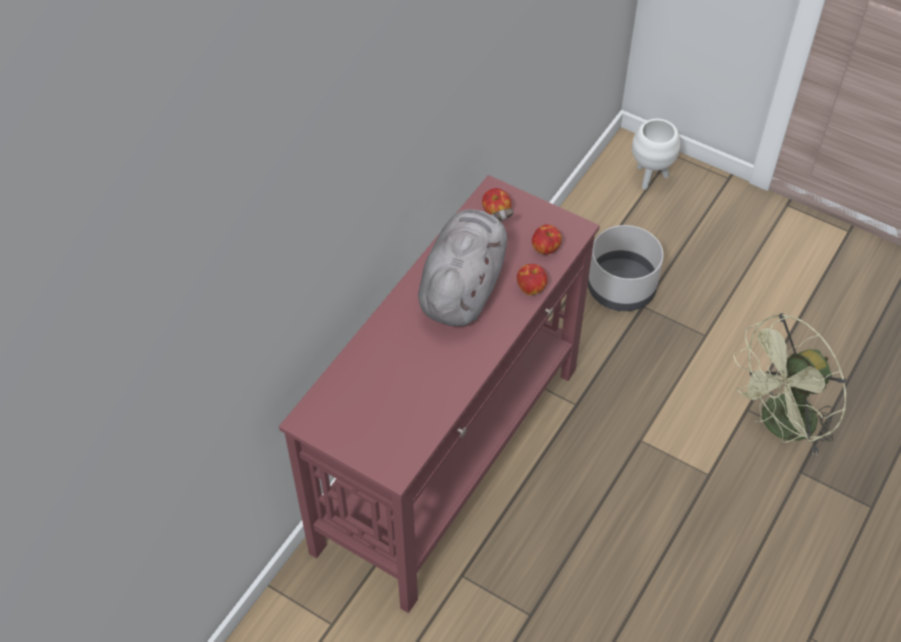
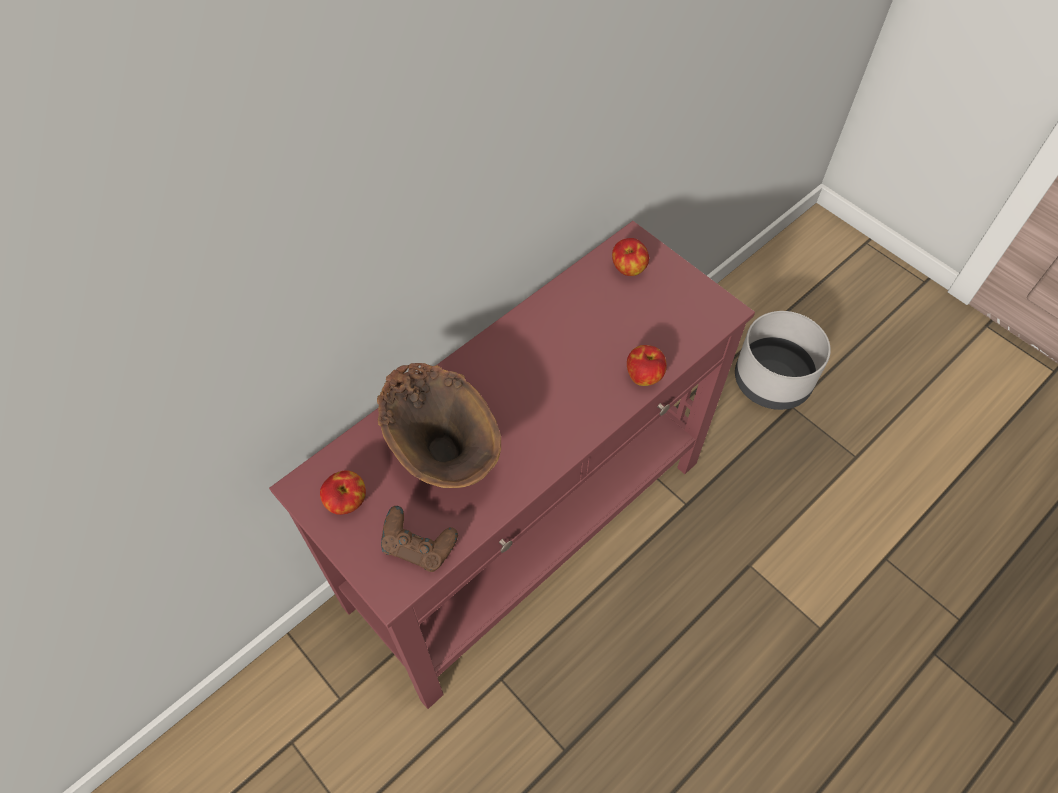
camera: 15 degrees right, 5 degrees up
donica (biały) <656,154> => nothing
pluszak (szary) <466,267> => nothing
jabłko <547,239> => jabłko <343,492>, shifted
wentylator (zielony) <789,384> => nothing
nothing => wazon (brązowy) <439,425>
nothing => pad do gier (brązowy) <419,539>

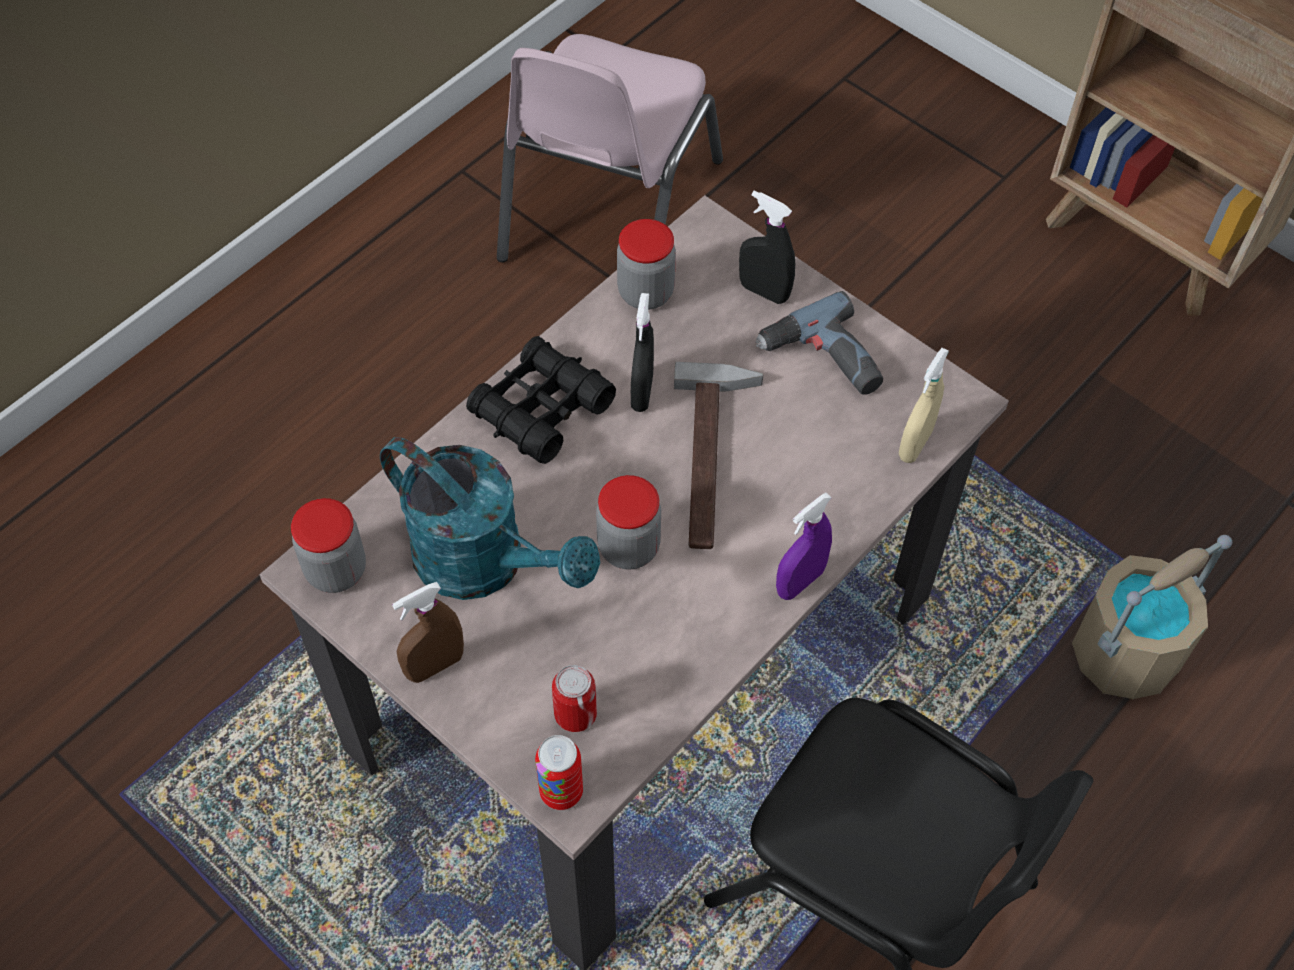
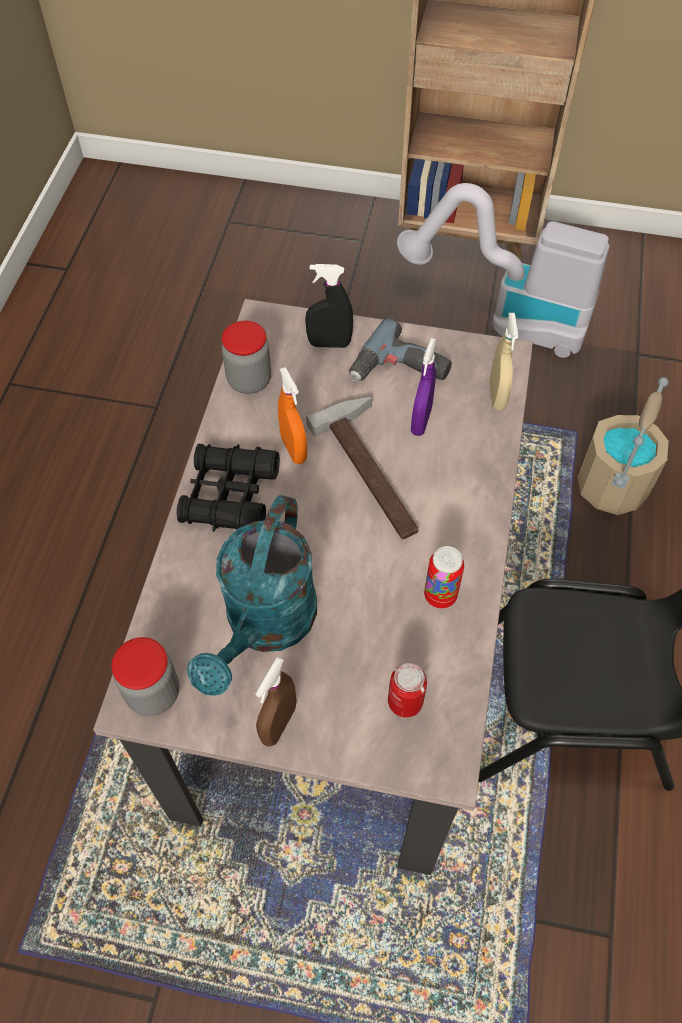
camera: 30 degrees left, 0 degrees up
krzesło (różowy) <610,148> => nothing
spryskiwacz (czarny) <642,352> => spryskiwacz (pomarańczowy) <292,415>
konewka (turkusowy) <490,518> => konewka (turkusowy) <252,595>, 105 degrees clockwise
słoik <628,522> => nothing
spryskiwacz (fioletowy) <804,546> => spryskiwacz (fioletowy) <424,387>, shifted
puszka <559,772> => puszka <444,577>, shifted
nothing => odkurzacz <503,270>

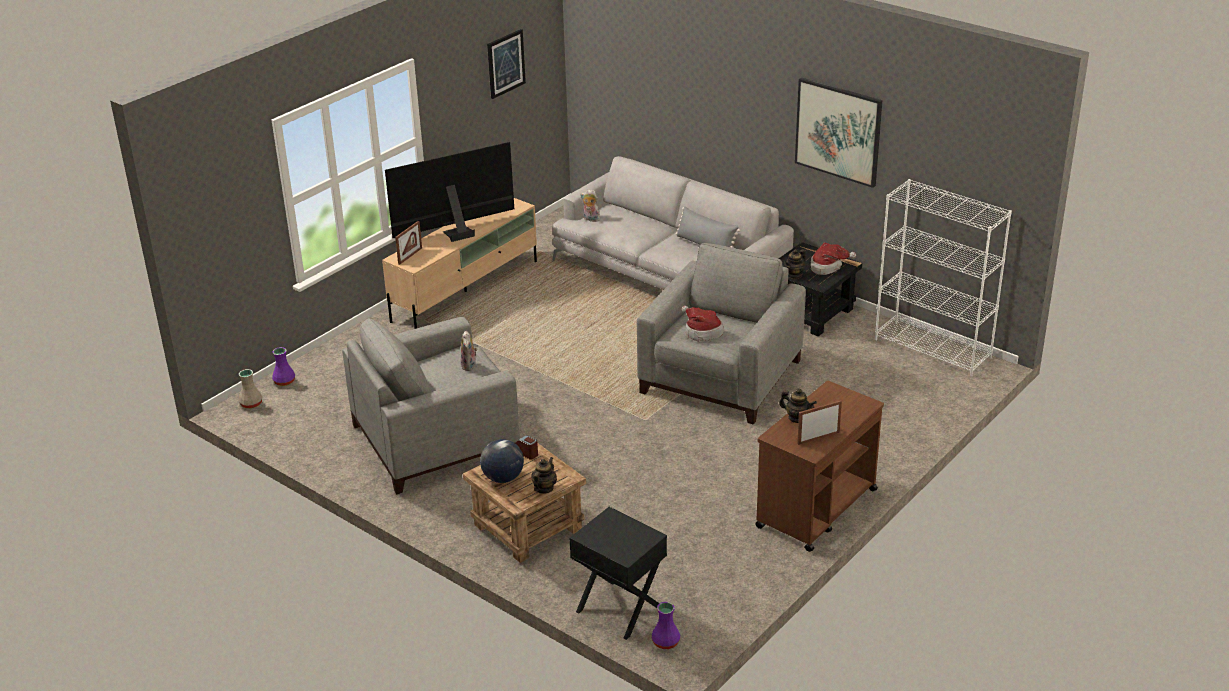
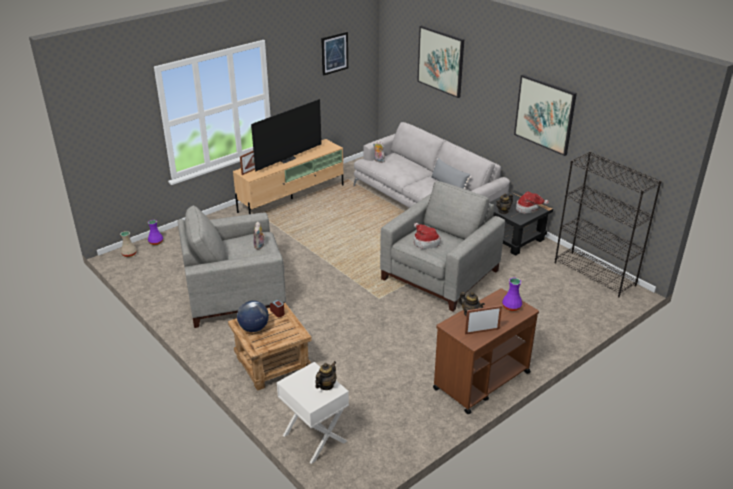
camera: 10 degrees right, 0 degrees up
telewizor <449,192> => telewizor <286,135>, 150 degrees clockwise
regał (biały) <943,278> => regał (czarny) <608,224>
imbryk <544,475> => imbryk <325,375>, shifted
szafka nocna (czarny) <618,573> => szafka nocna (biały) <313,413>
wazon (fioletowy) <666,625> => wazon (fioletowy) <512,294>, shifted
nothing => obraz <440,61>

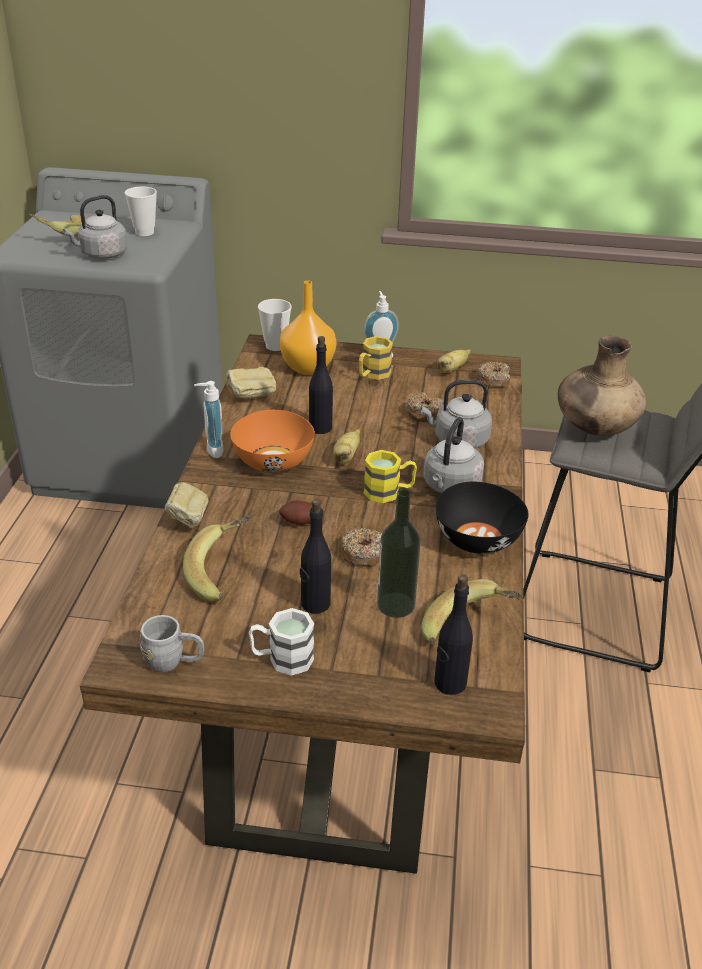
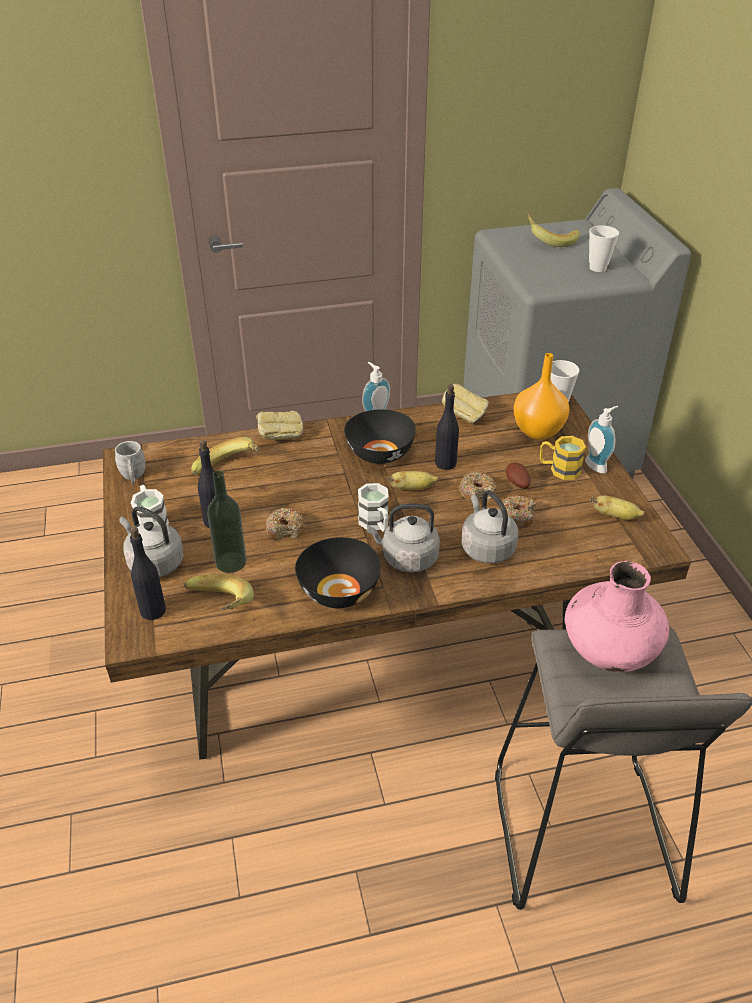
camera: 70 degrees right, 5 degrees up
czajnik (szary) <95,227> => czajnik (szary) <151,541>, shifted
wazon (brązowy) <602,386> => wazon (różowy) <617,616>
donut <492,374> => donut <477,487>, shifted
miska (pomarańczowy) <272,441> => miska (czarny) <380,436>
kubek (żółty) <390,476> => kubek (biały) <373,507>
ziemniak <301,512> => ziemniak <518,475>, shifted

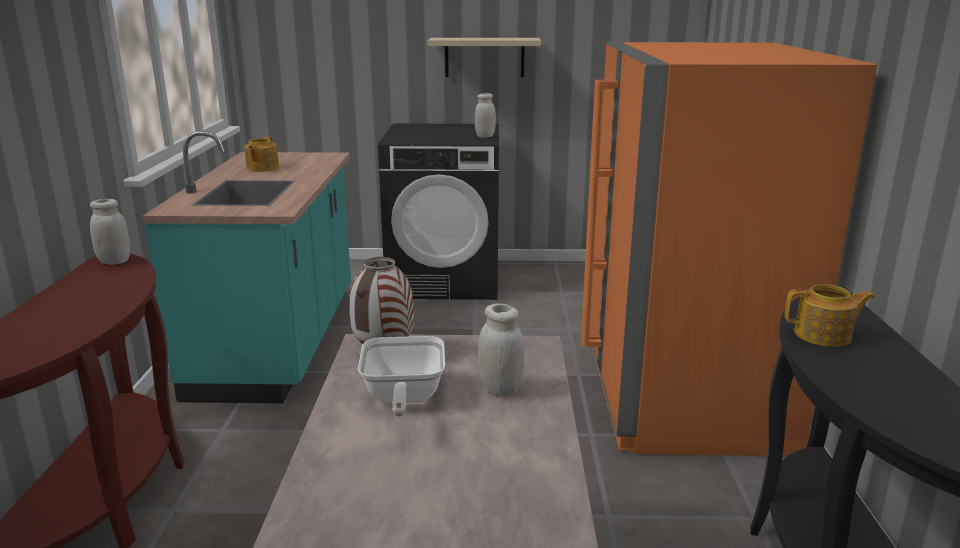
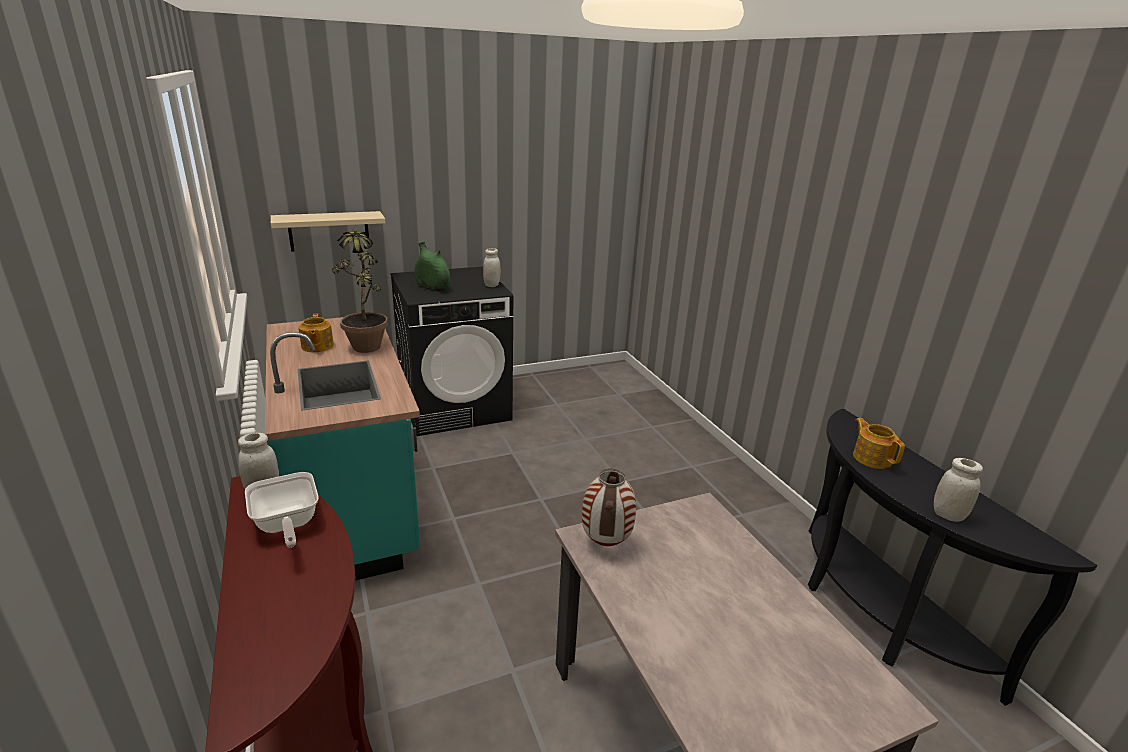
camera: 25 degrees left, 5 degrees up
półka (beżowy) <484,57> => półka (beżowy) <328,231>, shifted
lodówka (pomarańczowy) <729,249> => nothing
imbryk <830,315> => imbryk <879,443>, 90 degrees counterclockwise
słoik (biały) <501,350> => słoik (biały) <958,490>, shifted
patelnia <401,376> => patelnia <282,510>, shifted
nothing => roślina doniczkowa <360,290>
nothing => wazon (zielony) <432,267>

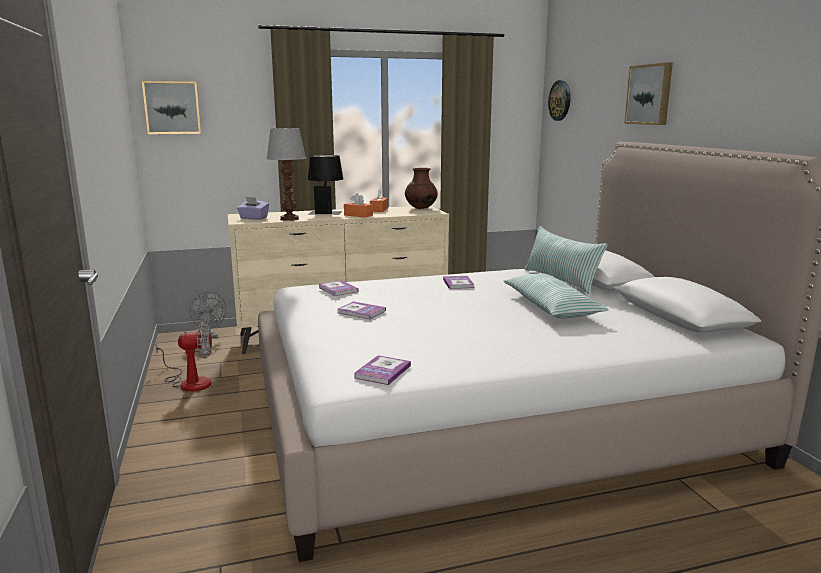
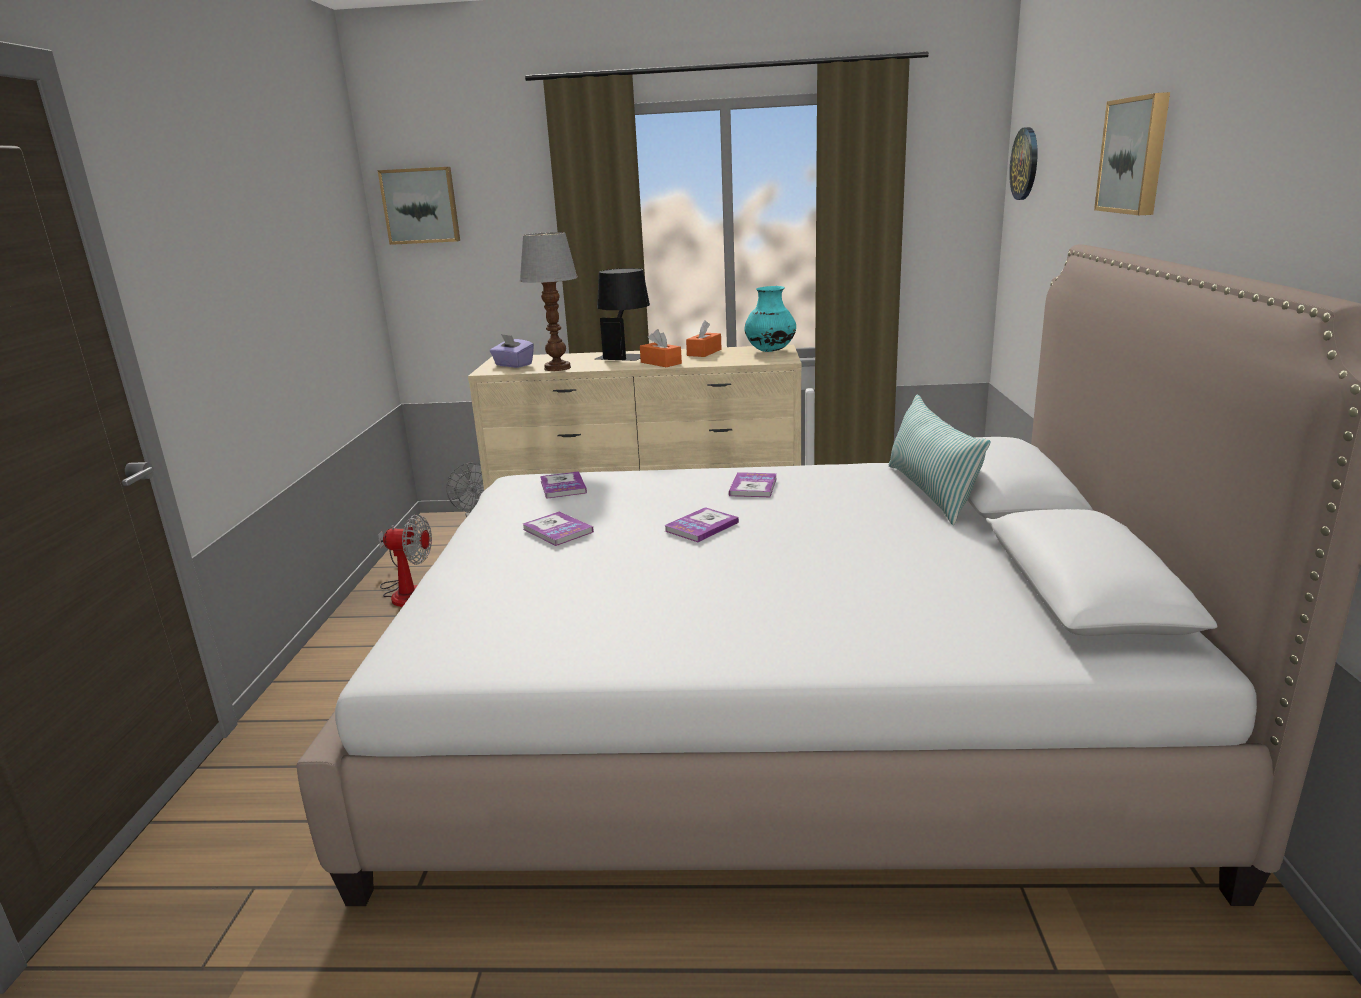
camera: 20 degrees right, 5 degrees up
wazon (brązowy) <421,188> => wazon (turkusowy) <770,319>
poduszka <556,296> => nothing
książka <383,370> => książka <701,524>, shifted

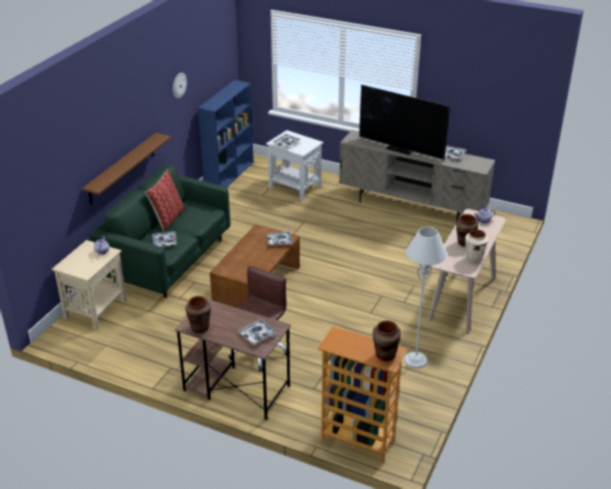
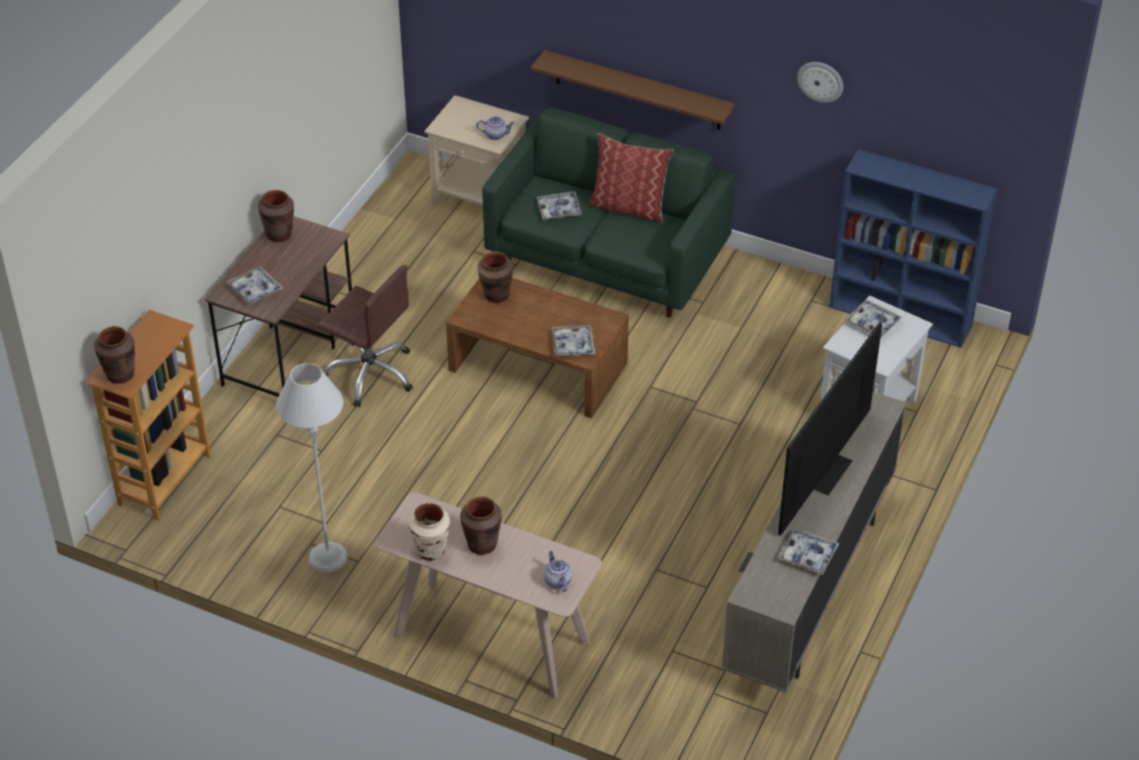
camera: 90 degrees right, 10 degrees up
nothing => wazon (brązowy) <495,277>

